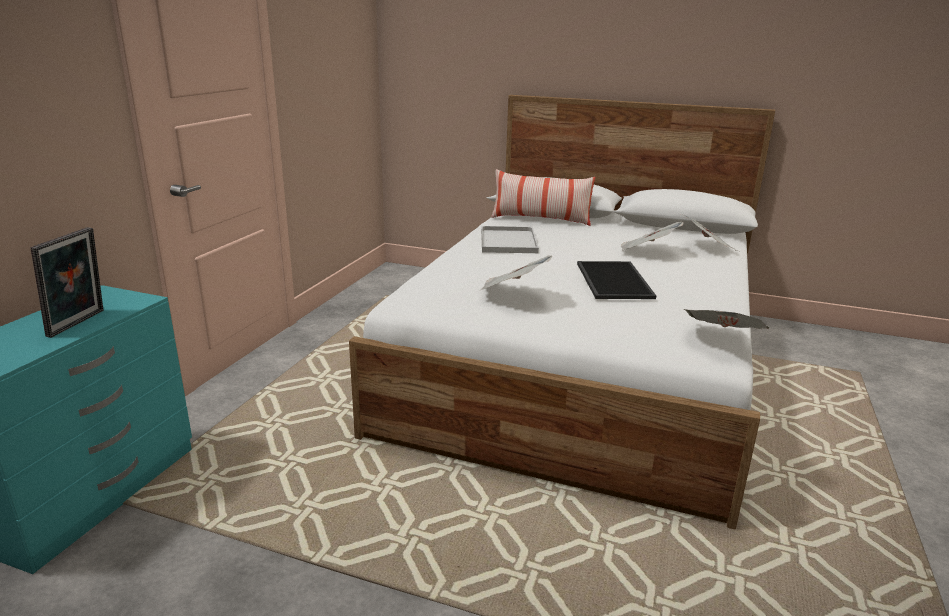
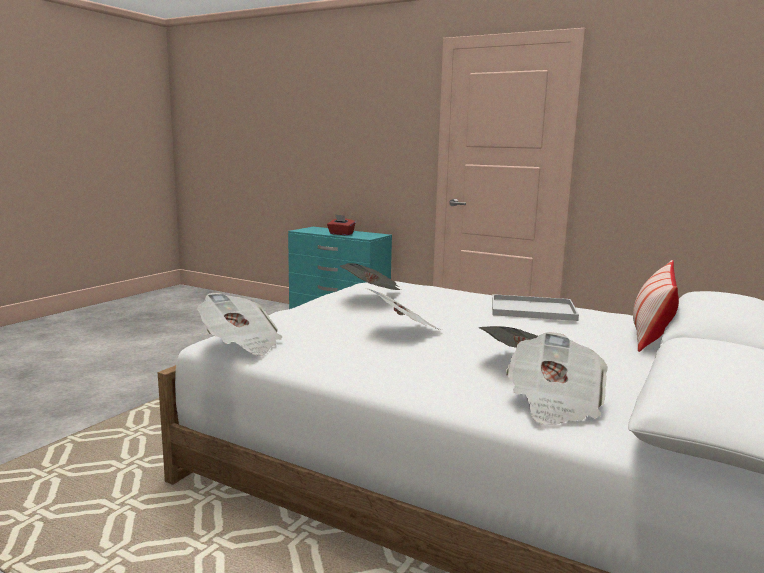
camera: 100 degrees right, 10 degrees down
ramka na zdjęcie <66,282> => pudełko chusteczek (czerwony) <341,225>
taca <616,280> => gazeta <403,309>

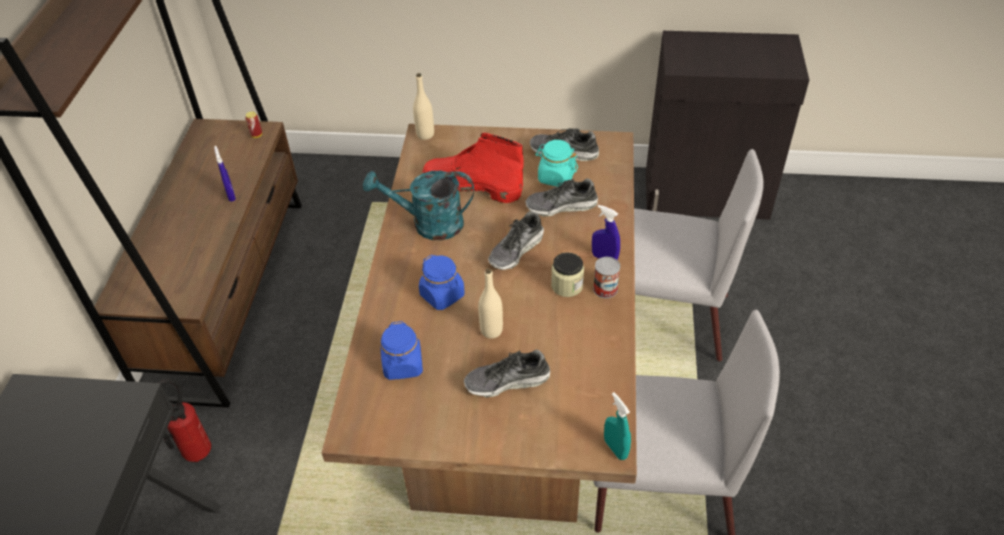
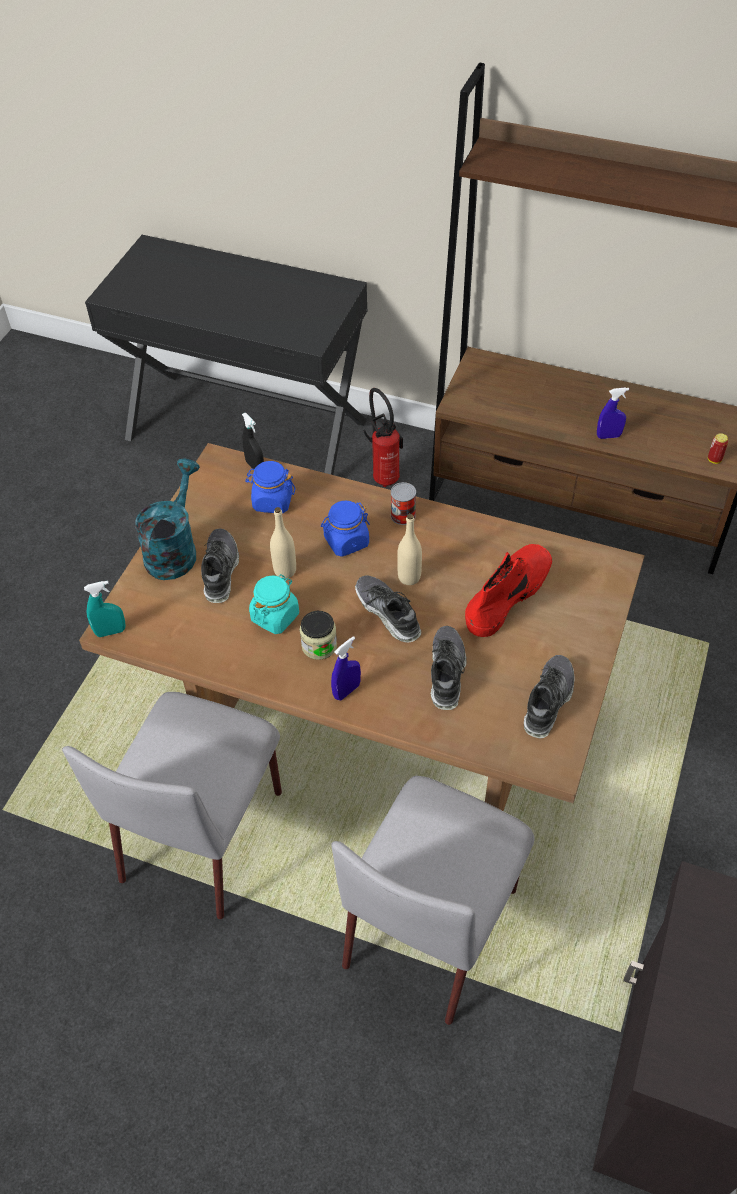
camera: 105 degrees right, 5 degrees up
butelka (beżowy) <423,106> => butelka (beżowy) <409,549>, shifted
słoik (turkusowy) <556,163> => słoik (turkusowy) <274,604>, shifted
konewka (turkusowy) <418,205> => konewka (turkusowy) <167,519>, shifted
puszka <606,277> => puszka <403,503>, shifted
nothing => spryskiwacz (czarny) <253,441>

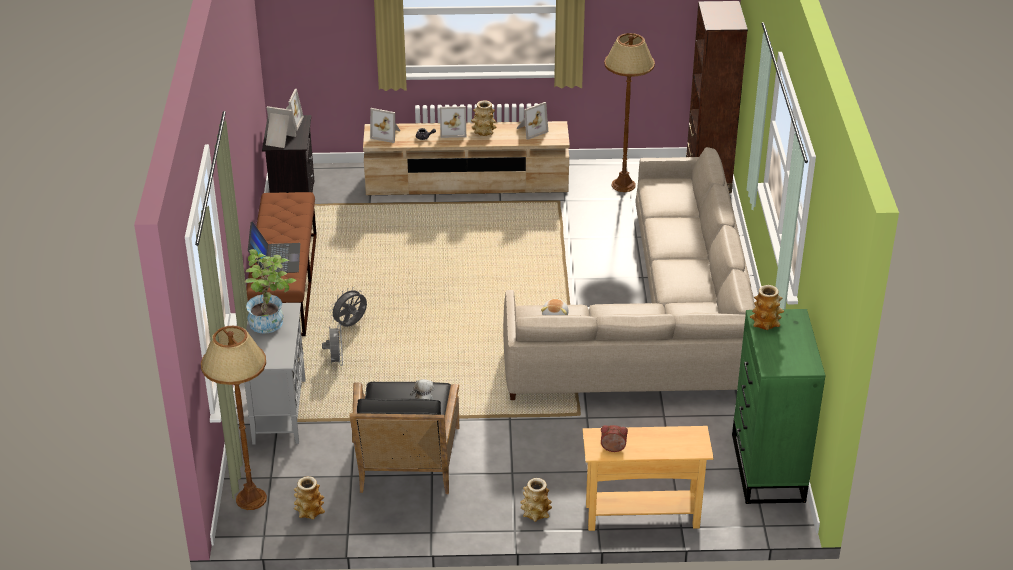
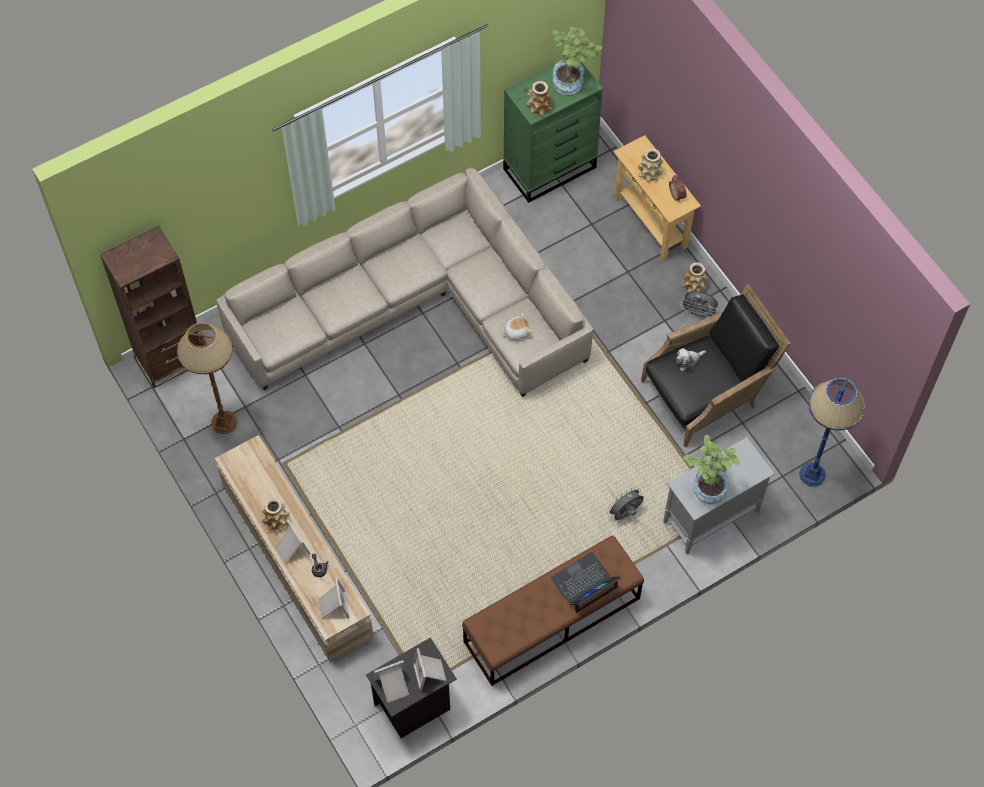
camera: 120 degrees left, 25 degrees up
ramka na zdjęcie <532,121> => nothing
wentylator (szary) <348,307> => wentylator (szary) <699,304>, shifted
lampa stojąca (brązowy) <234,418> => lampa stojąca (niebieski) <832,432>
wazon <309,497> => wazon <650,165>, shifted
nothing => roślina doniczkowa <577,61>

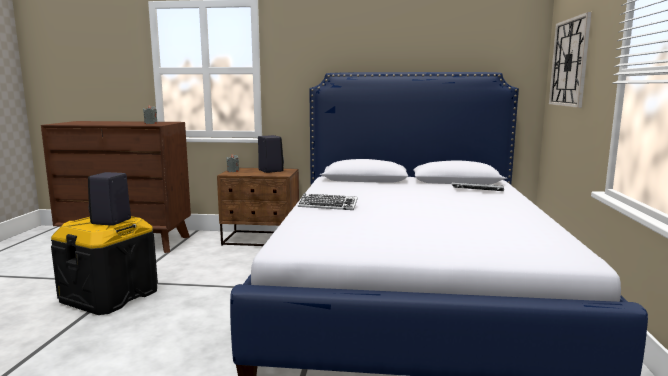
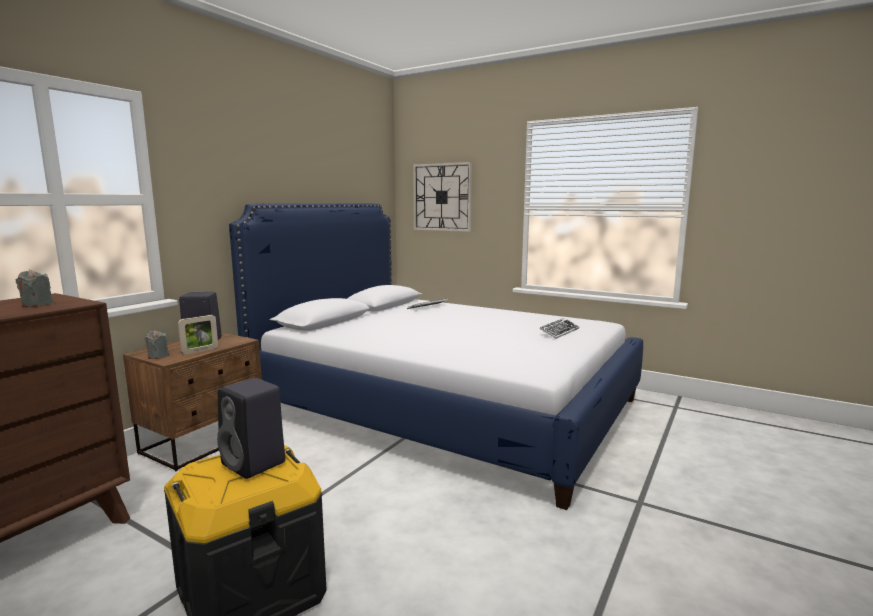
camera: 65 degrees left, 0 degrees up
klawiatura <328,202> => klawiatura <559,328>, shifted
nothing => ramka na zdjęcie <198,335>

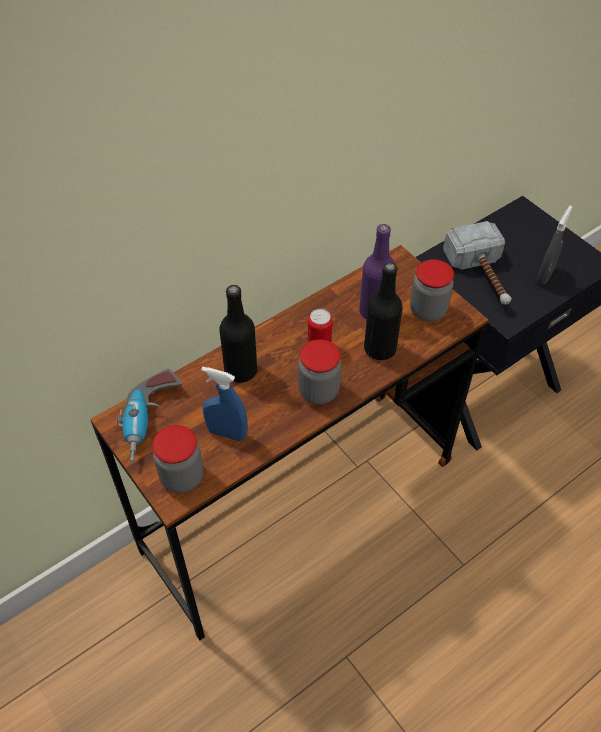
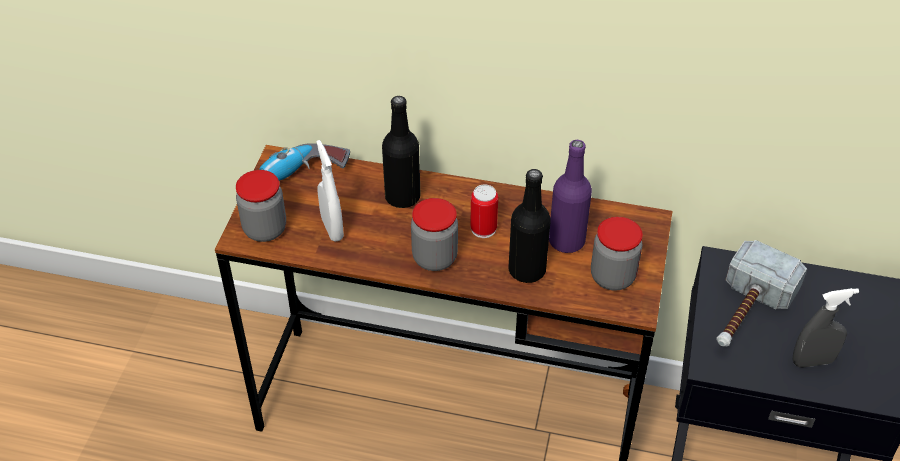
camera: 50 degrees right, 5 degrees down
spryskiwacz (niebieski) <224,404> => spryskiwacz (biały) <330,190>

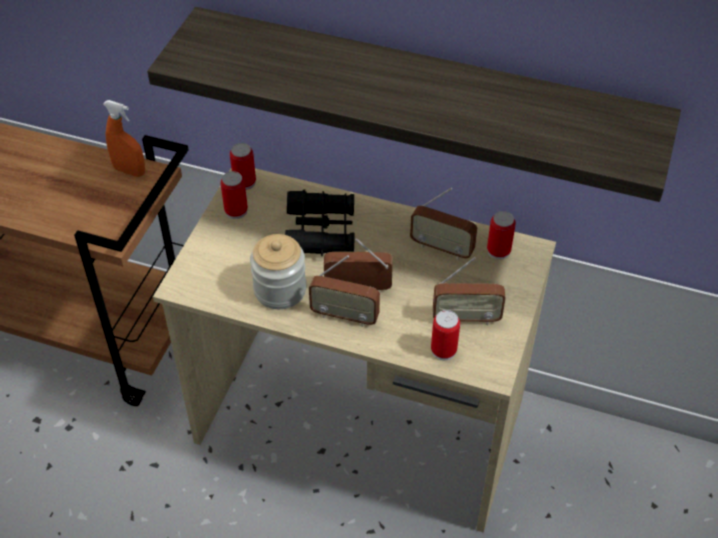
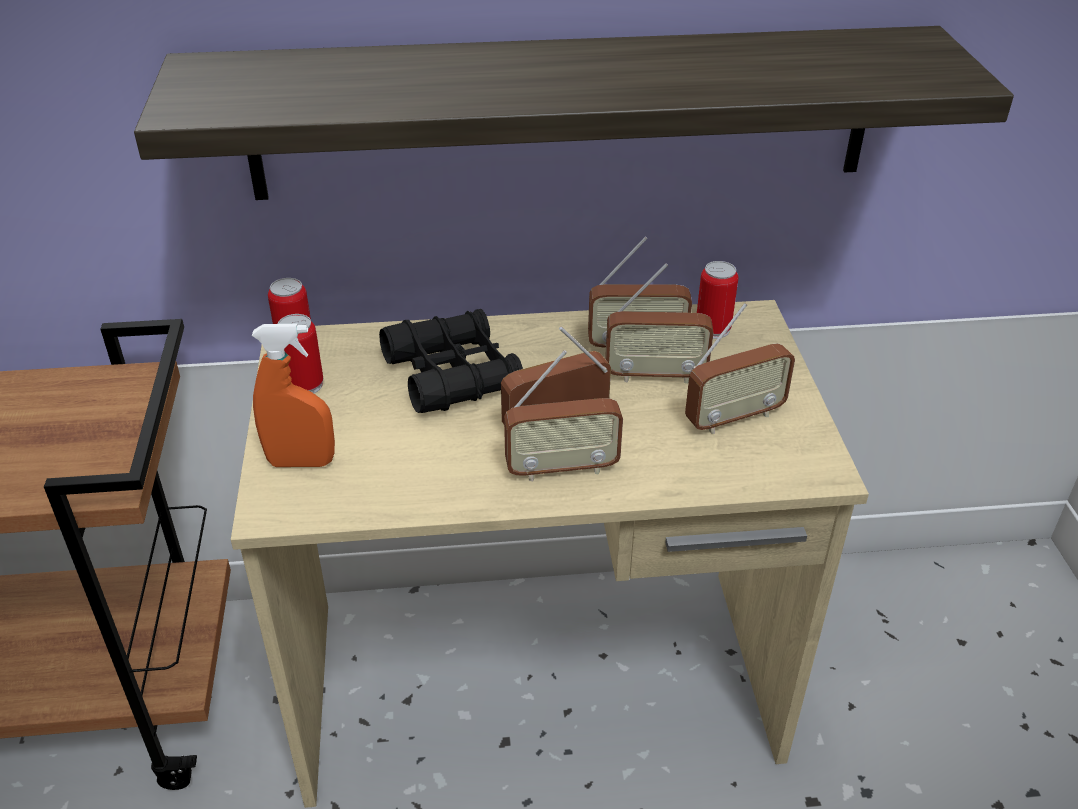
camera: 25 degrees left, 10 degrees down
spryskiwacz (pomarańczowy) <124,138> => spryskiwacz (pomarańczowy) <293,395>, shifted
słoik <278,271> => nothing
puszka <445,335> => nothing
nothing => radio <659,323>

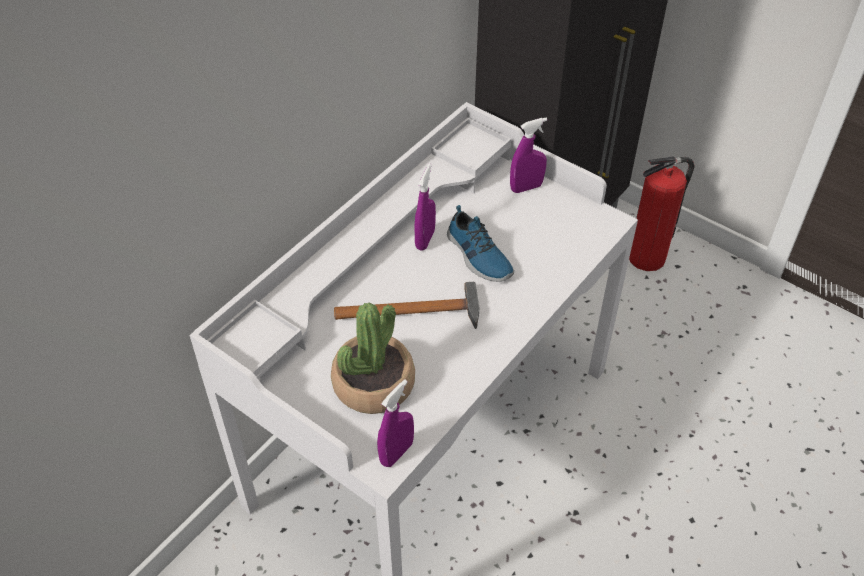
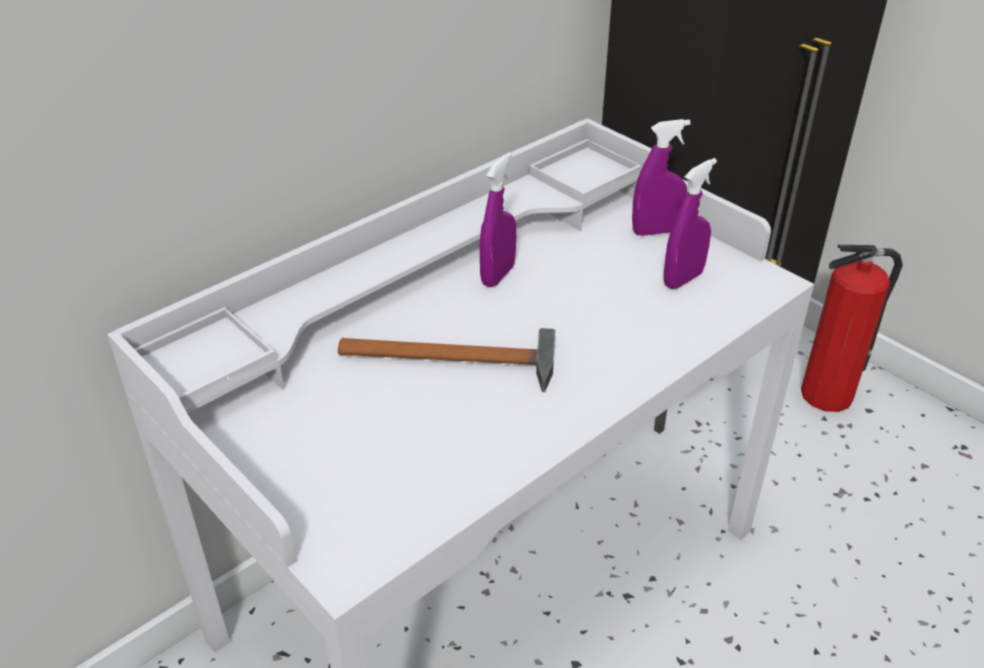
camera: 10 degrees right, 10 degrees down
but <480,243> => nothing
roślina doniczkowa <373,358> => nothing
spryskiwacz (fioletowy) <395,423> => spryskiwacz (fioletowy) <690,223>, shifted

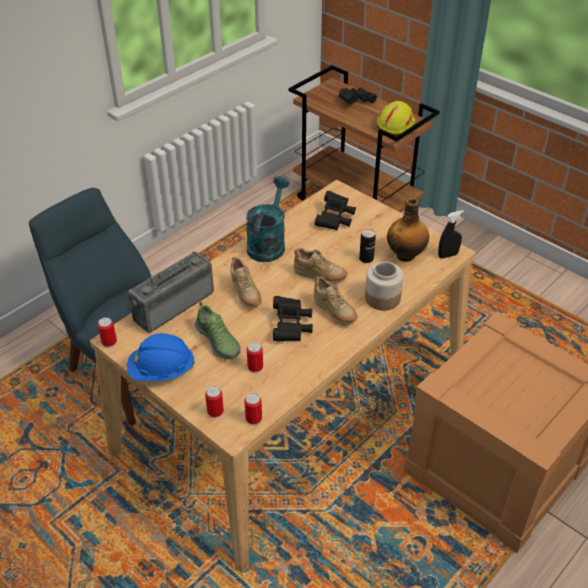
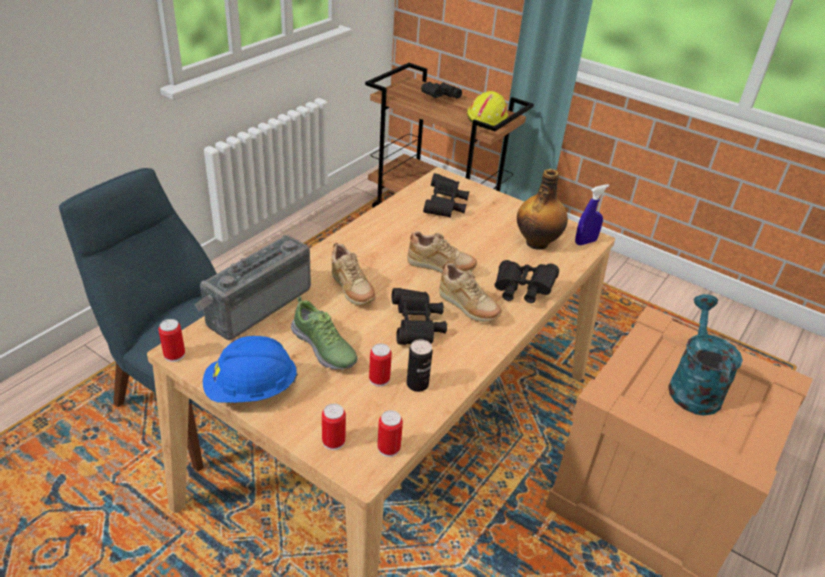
camera: 10 degrees left, 5 degrees down
konewka (turkusowy) <268,219> => konewka (turkusowy) <705,355>, shifted
spryskiwacz (czarny) <451,234> => spryskiwacz (niebieski) <592,214>
puszka <367,246> => puszka <420,365>, shifted
słoik <384,286> => lornetka (czarny) <527,281>

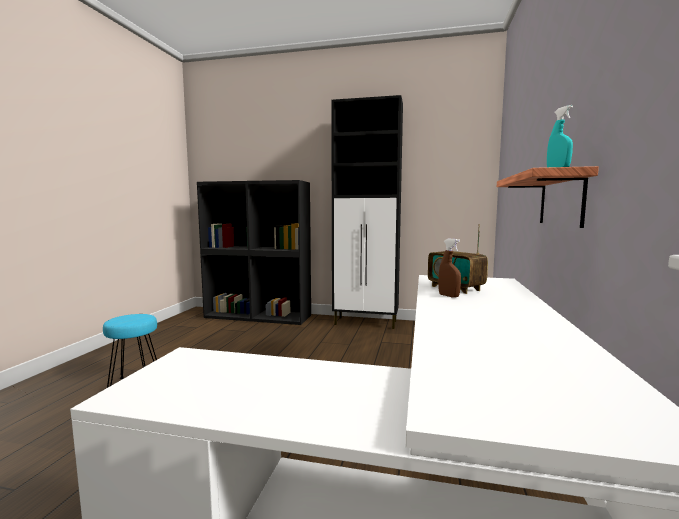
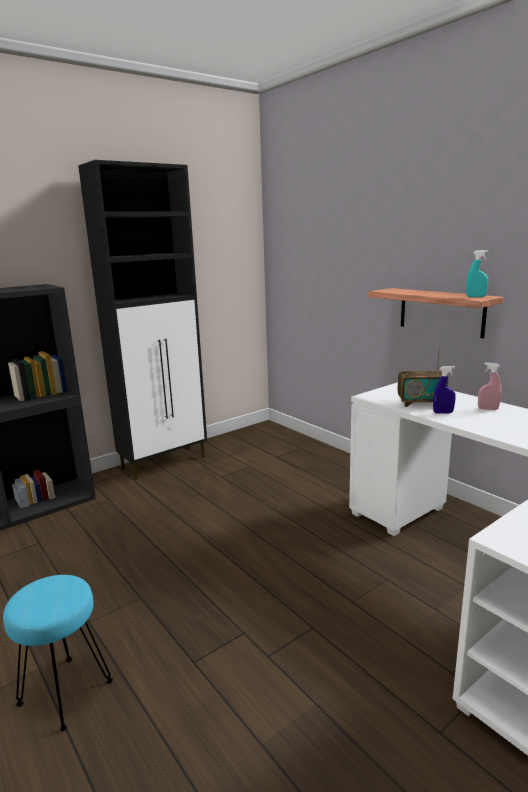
camera: 50 degrees left, 10 degrees up
spryskiwacz (brązowy) <449,268> => spryskiwacz (niebieski) <444,389>
nothing => spryskiwacz (różowy) <489,386>

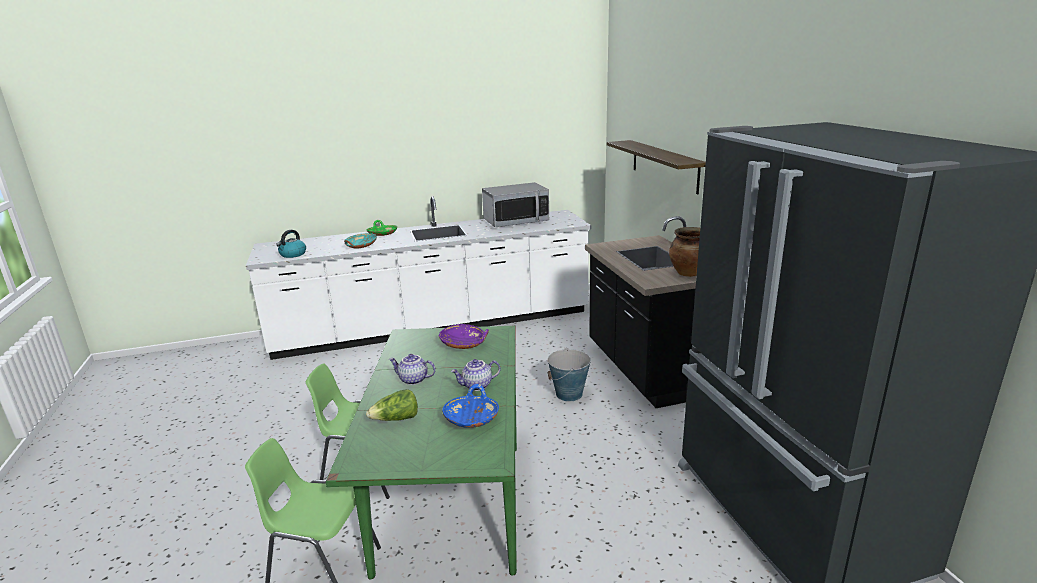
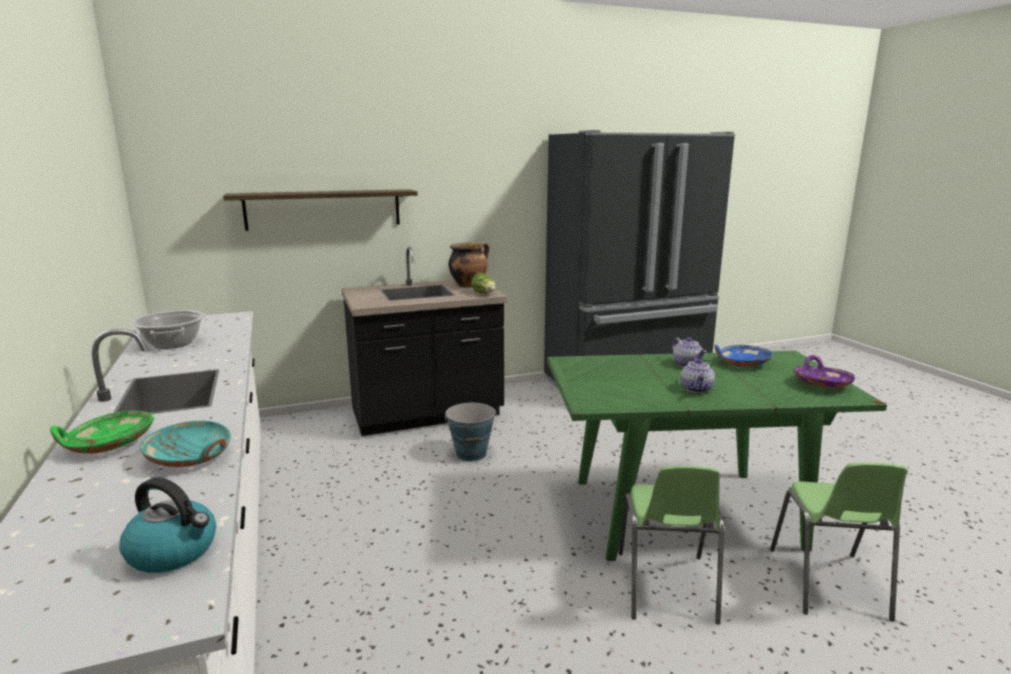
camera: 95 degrees left, 5 degrees down
mikrofalówka <515,204> => garnek <168,329>
miska (fioletowy) <464,336> => miska (fioletowy) <824,371>, shifted
sałata <392,405> => sałata <483,283>, shifted

